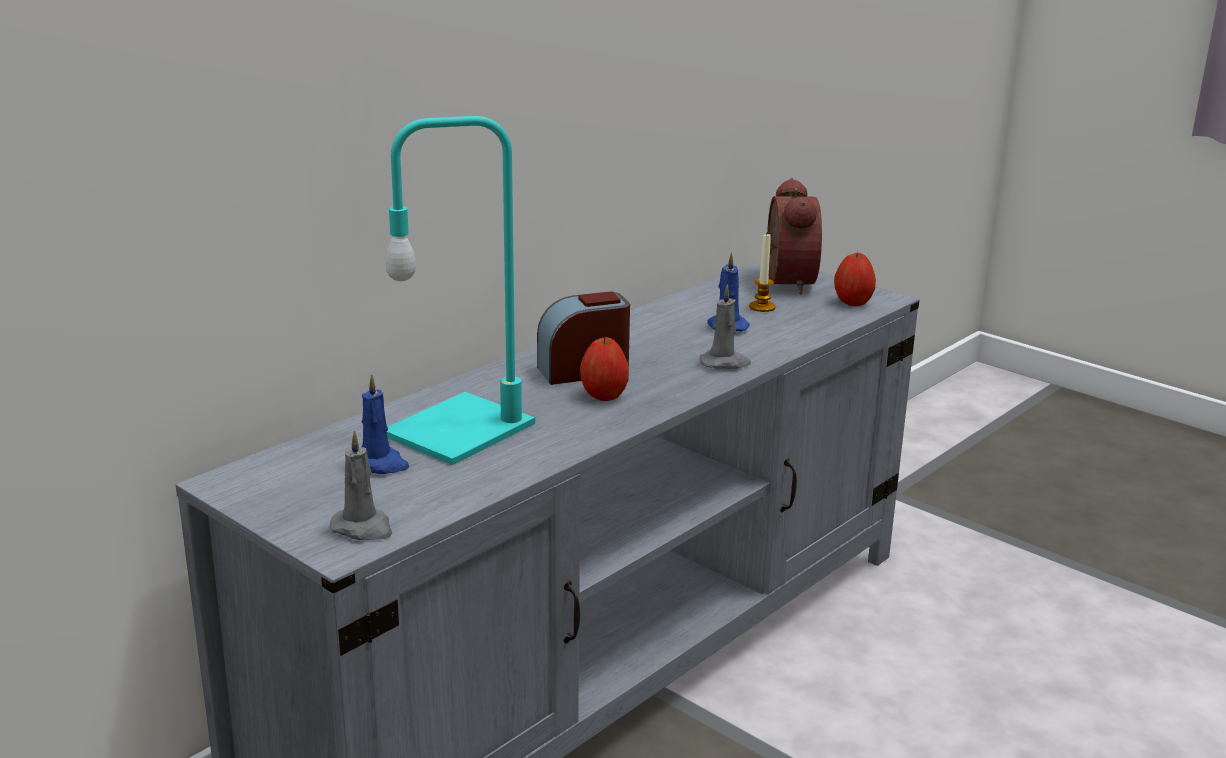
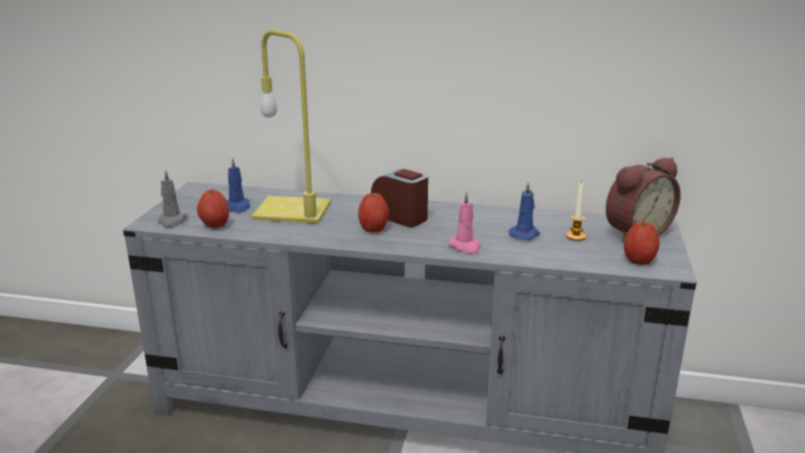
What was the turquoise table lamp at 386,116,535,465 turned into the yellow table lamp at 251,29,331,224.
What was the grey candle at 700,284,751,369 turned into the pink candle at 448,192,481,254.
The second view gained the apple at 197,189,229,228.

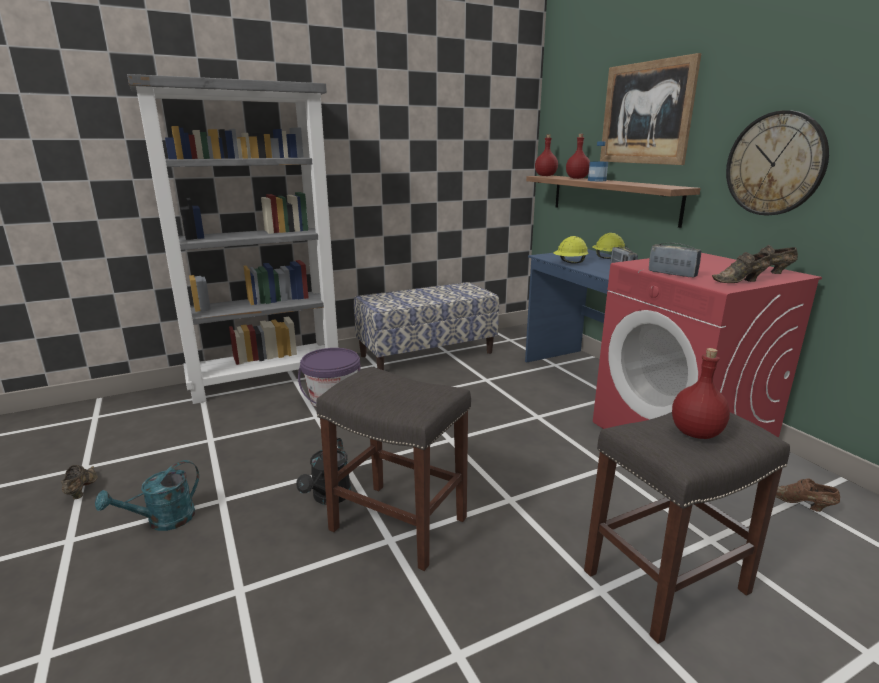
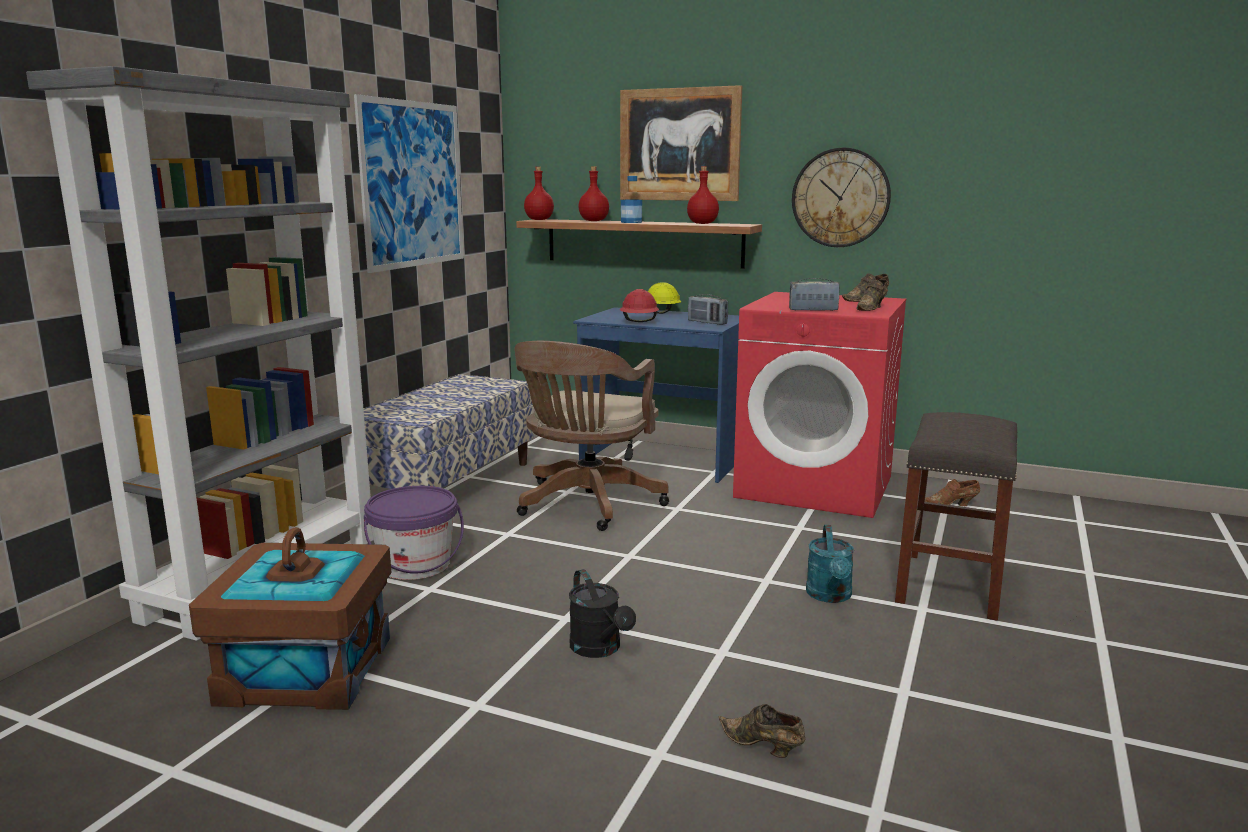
The brown shoe ended up elsewhere, having gone from 61,465,98,499 to 719,704,805,758.
The turquoise watering can ended up elsewhere, having gone from 95,460,199,531 to 806,525,854,603.
The second view lost the grey stool at 316,367,471,571.
What was the yellow hard hat at 553,236,588,263 turned into the red hard hat at 620,289,659,322.
The red bottle ended up elsewhere, having gone from 672,348,730,439 to 687,166,719,224.
The second view gained the brown storage box at 189,527,392,710.
The second view gained the picture at 354,94,464,273.
The second view gained the brown office chair at 514,341,669,531.

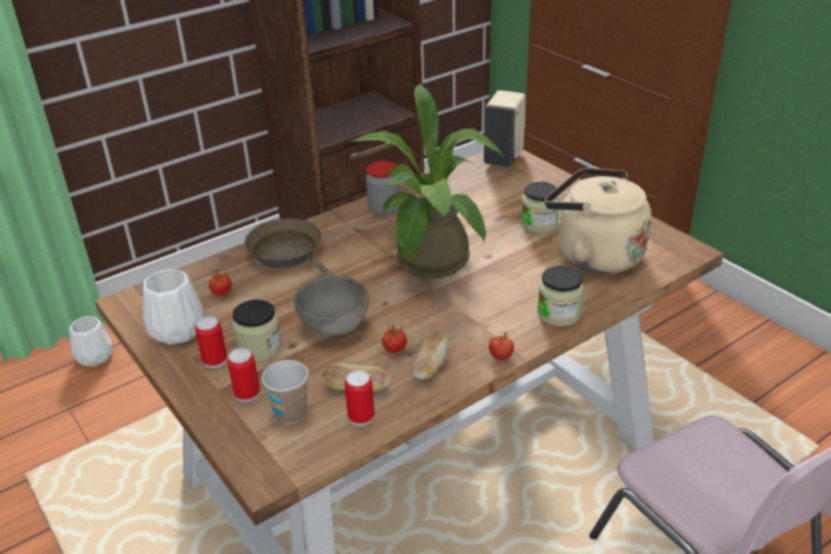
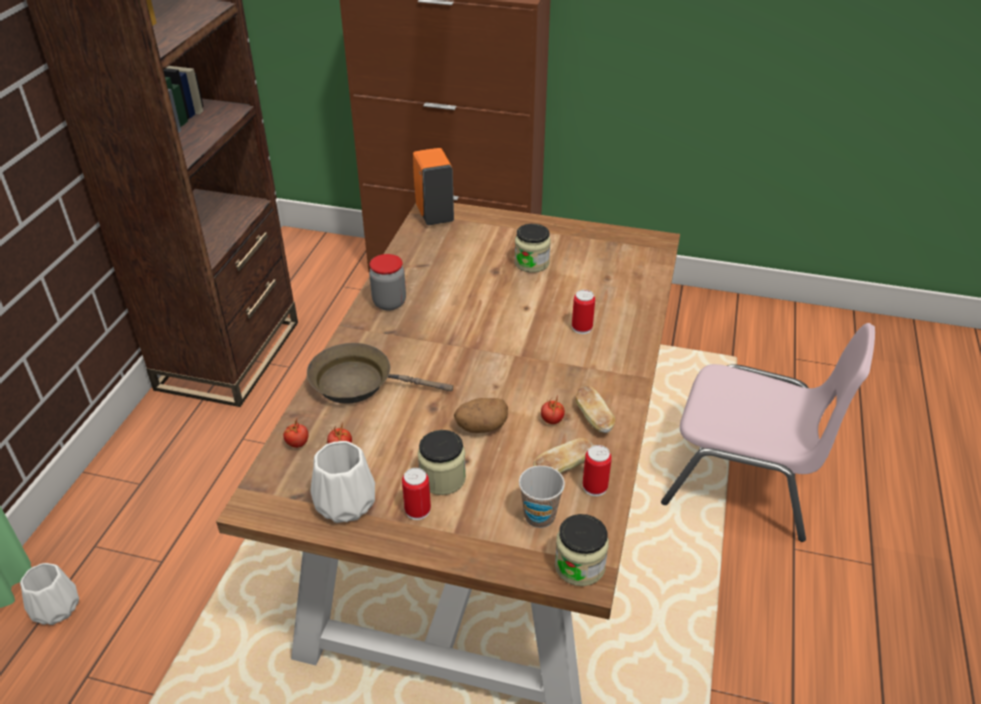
The can ended up elsewhere, having gone from 227,348,260,403 to 572,290,595,334.
Where the grey bowl stood at 294,275,369,336, the potato came to stand at 454,398,508,433.
The second view lost the potted plant at 350,83,504,278.
What was the beige soap dispenser at 484,90,526,167 turned into the orange soap dispenser at 413,148,454,225.
The tomato ended up elsewhere, having gone from 489,330,514,360 to 283,419,308,448.
The jar ended up elsewhere, having gone from 537,266,583,327 to 555,514,609,586.
The second view lost the beige kettle at 545,168,651,274.

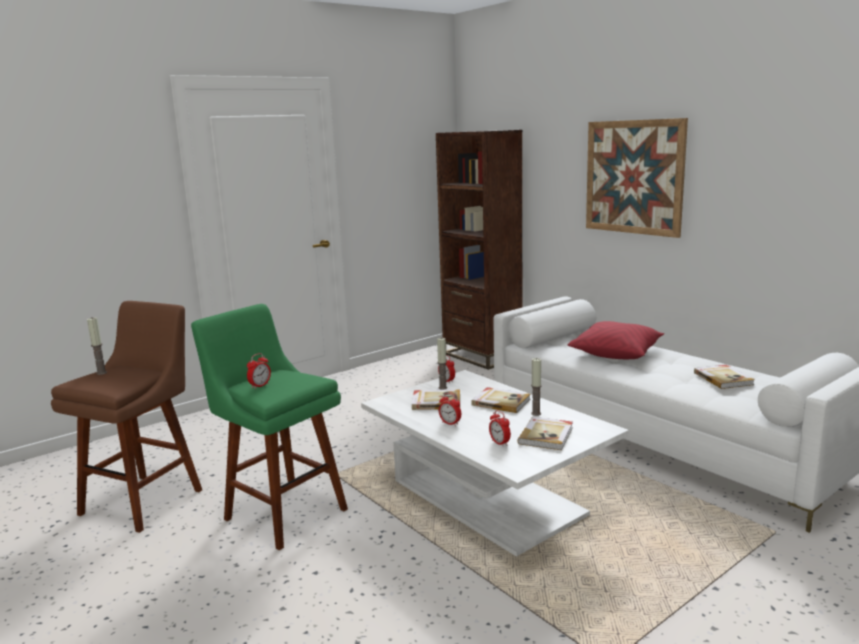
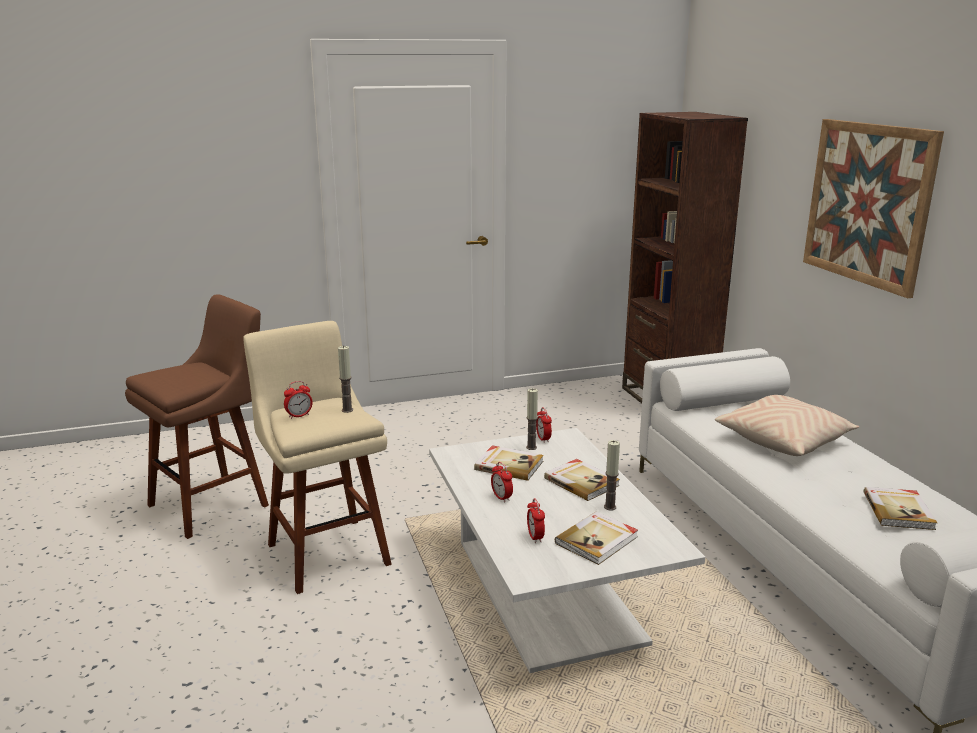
The candle ended up elsewhere, having gone from 87,318,107,375 to 338,346,353,413.
What was the green stool at 191,304,348,550 turned into the beige stool at 243,321,392,594.
What was the red pillow at 568,321,664,359 turned into the beige pillow at 715,395,860,456.

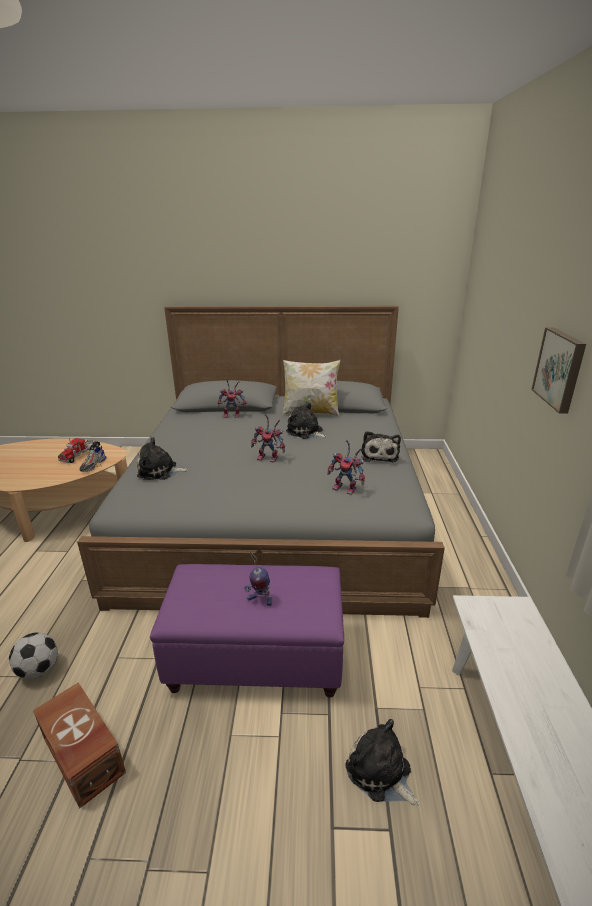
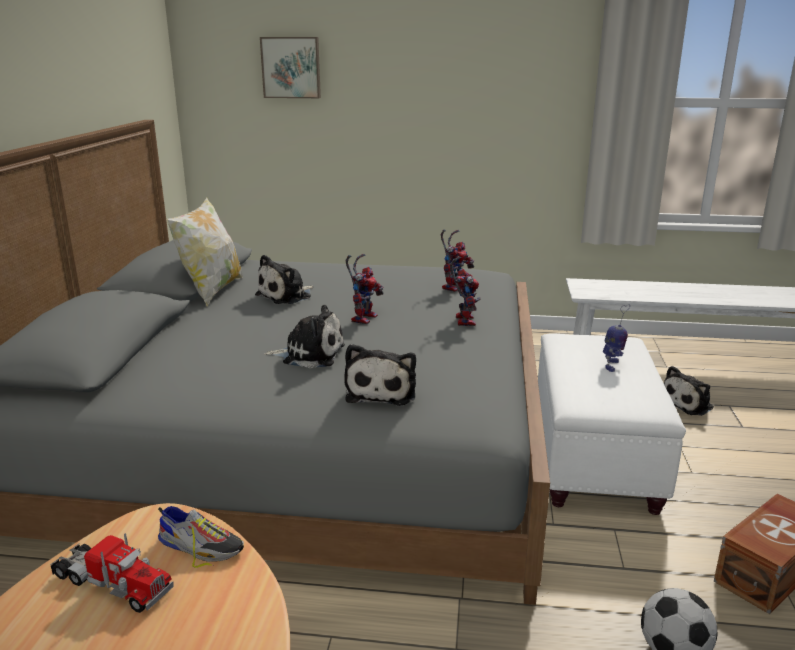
What was the purple ottoman at 150,564,344,698 turned into the white ottoman at 538,333,686,515.
The toy robot ended up elsewhere, having gone from 218,378,247,418 to 450,256,481,326.
The plush toy ended up elsewhere, having gone from 361,431,401,462 to 264,305,345,368.
The picture ended up elsewhere, having gone from 531,327,586,414 to 260,37,321,98.

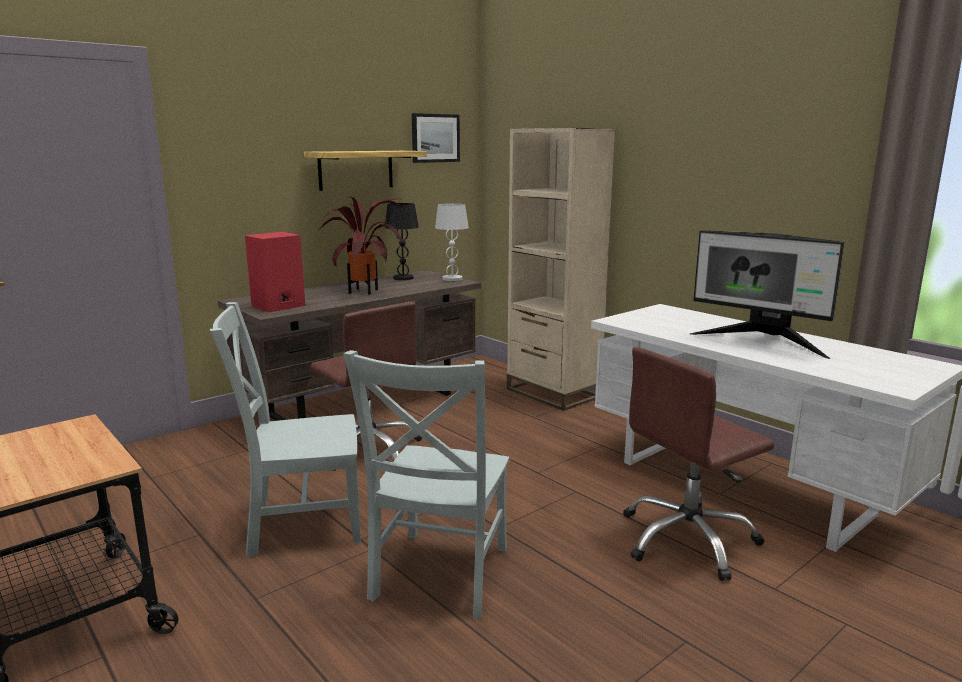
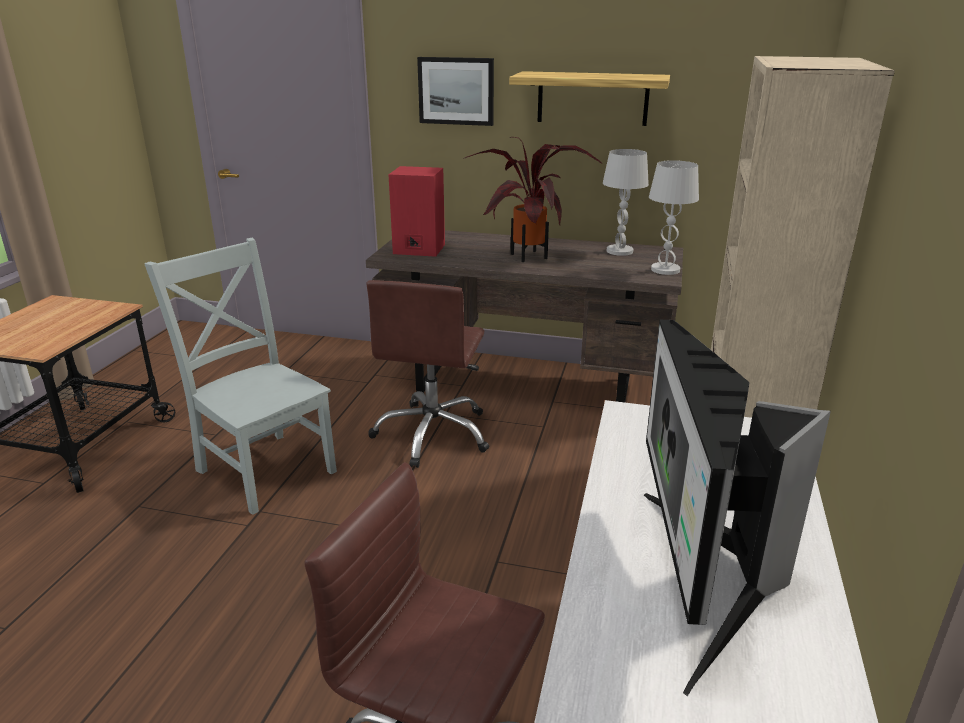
The second view lost the grey chair at 343,350,509,618.
What was the black table lamp at 385,203,419,280 turned into the white table lamp at 603,149,649,256.
The picture ended up elsewhere, having gone from 412,113,460,163 to 417,57,494,126.

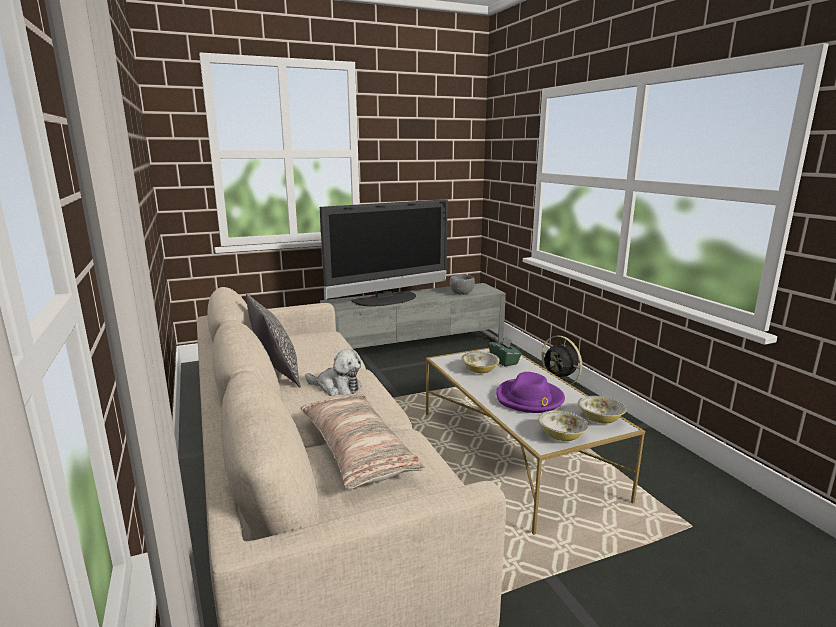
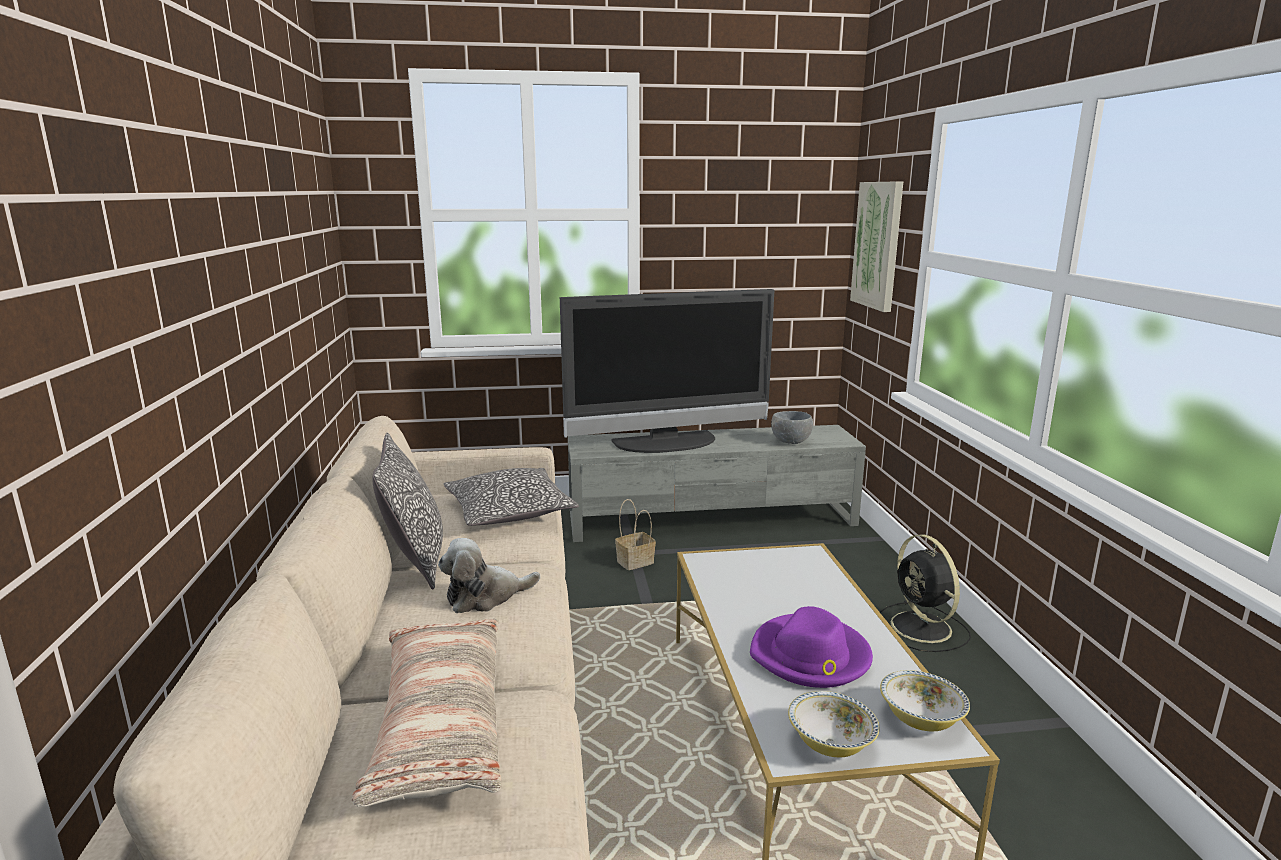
The plush toy at 305,349,362,396 ended up facing another way, 120 degrees clockwise from before.
The second view lost the bowl at 462,351,500,373.
The second view lost the green tissue box at 489,336,522,367.
The second view gained the pillow at 444,468,579,526.
The second view gained the basket at 615,499,656,570.
The second view gained the picture at 850,182,903,312.

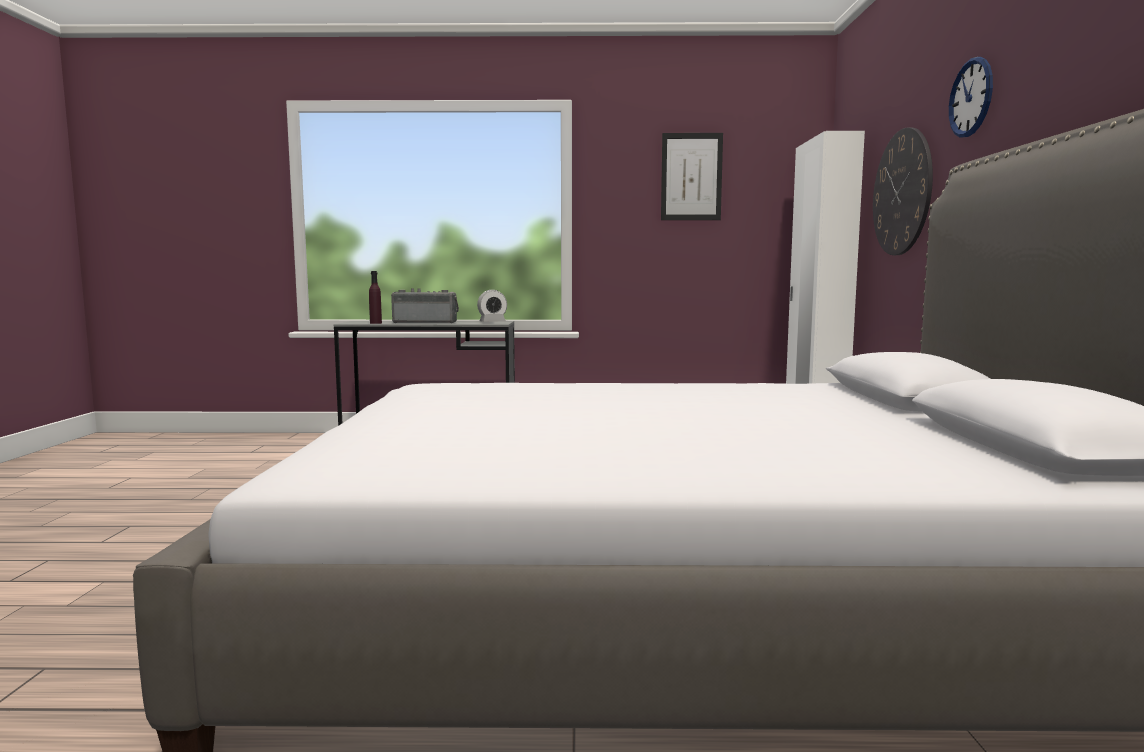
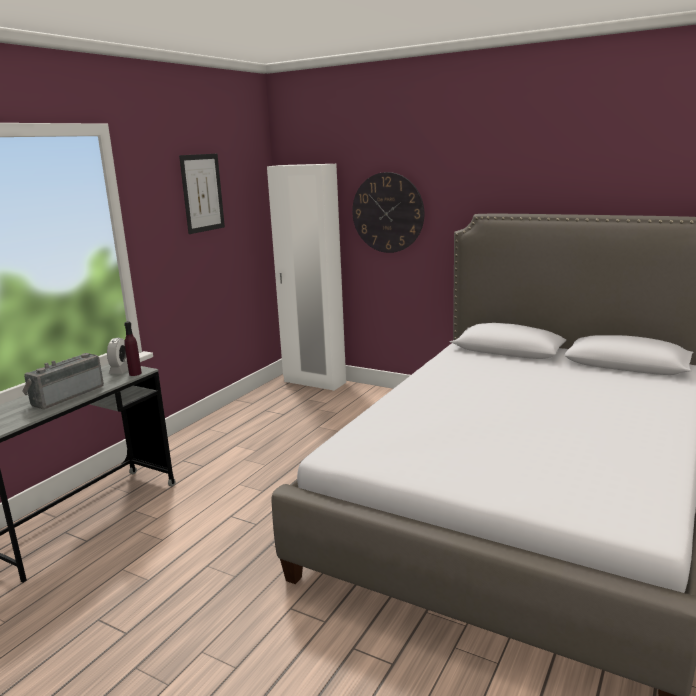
The purple bottle ended up elsewhere, having gone from 369,271,382,324 to 124,322,142,376.
The second view lost the wall clock at 949,57,993,137.

